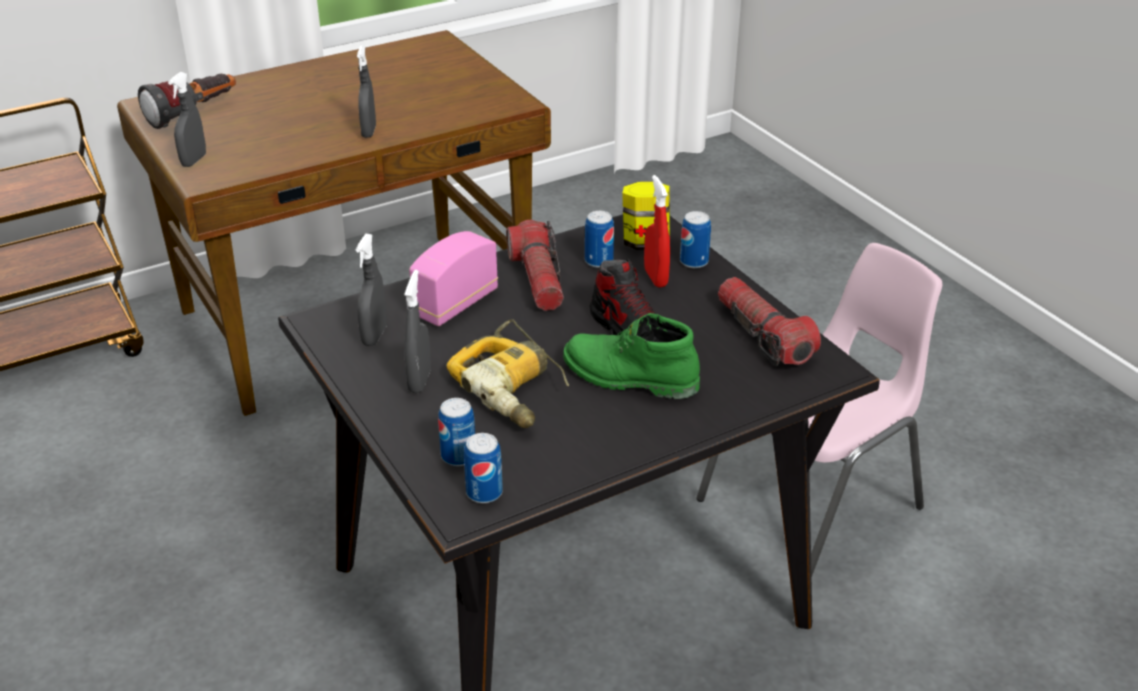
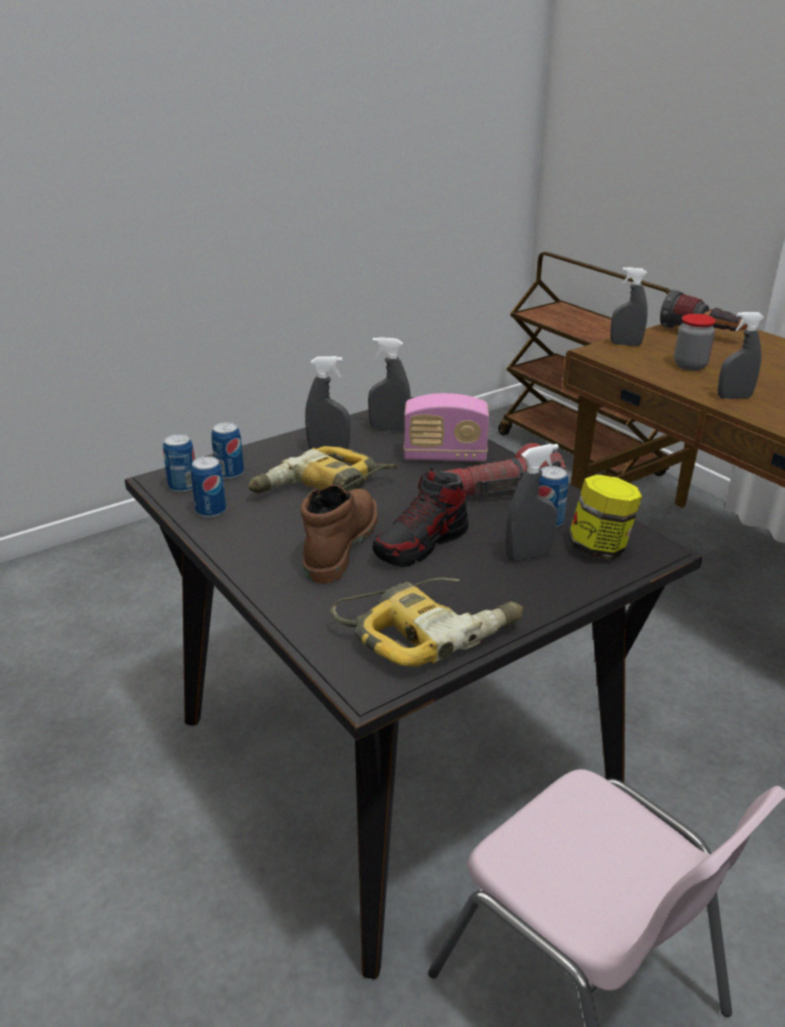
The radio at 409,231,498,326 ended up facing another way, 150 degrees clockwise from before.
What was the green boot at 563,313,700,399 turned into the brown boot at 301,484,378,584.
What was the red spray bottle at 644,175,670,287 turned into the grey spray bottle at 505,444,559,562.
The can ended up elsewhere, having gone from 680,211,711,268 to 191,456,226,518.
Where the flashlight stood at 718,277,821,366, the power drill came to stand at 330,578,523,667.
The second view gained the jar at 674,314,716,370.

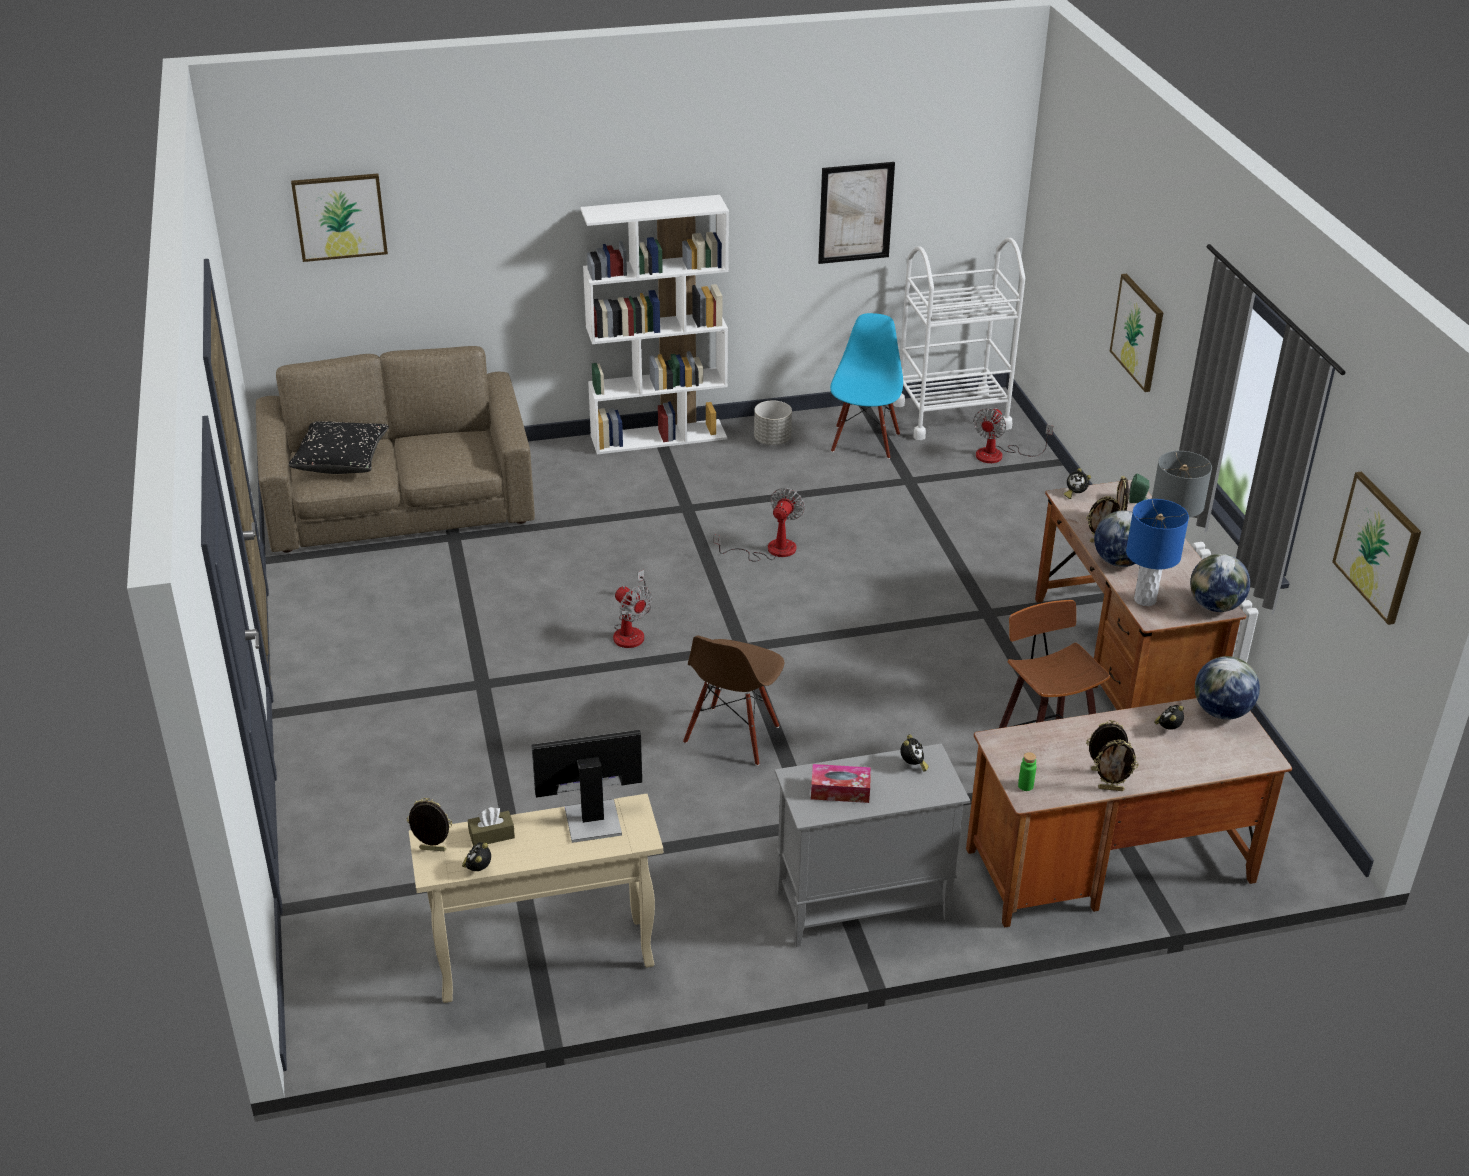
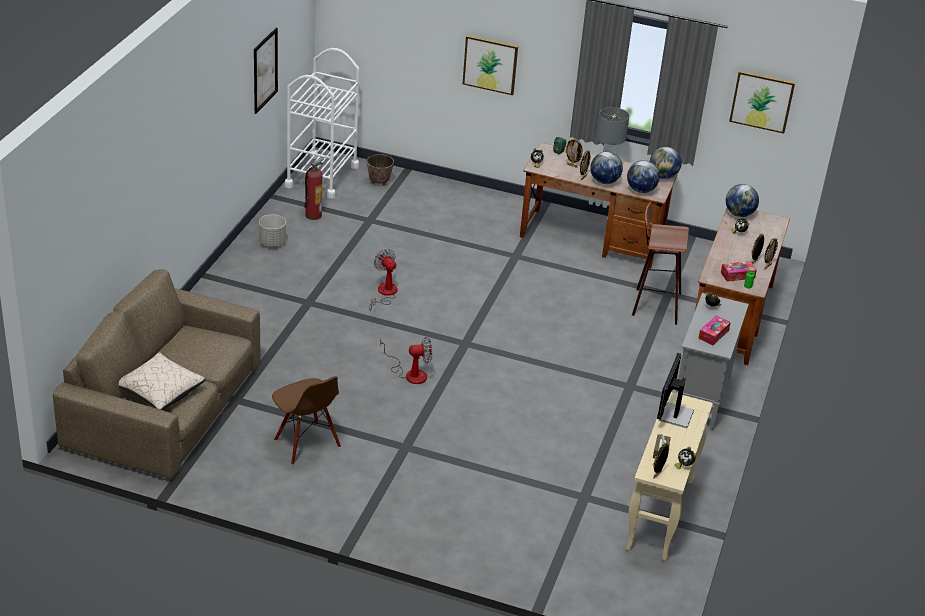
What was the black pillow at 289,421,389,474 turned into the beige pillow at 118,352,206,410.
The second view lost the picture at 291,173,388,262.
The second view lost the white bookcase at 580,195,729,454.
The brown chair ended up elsewhere, having gone from 683,636,784,766 to 272,376,341,465.
Where the blue chair stood at 830,313,903,459, the fire extinguisher came to stand at 304,158,324,220.
Where the fan stood at 973,408,1053,463, the planter came to stand at 367,154,394,185.
Where the blue table lamp stood at 1126,499,1189,606, the globe came to stand at 627,160,660,193.
The second view gained the tissue box at 721,261,757,282.

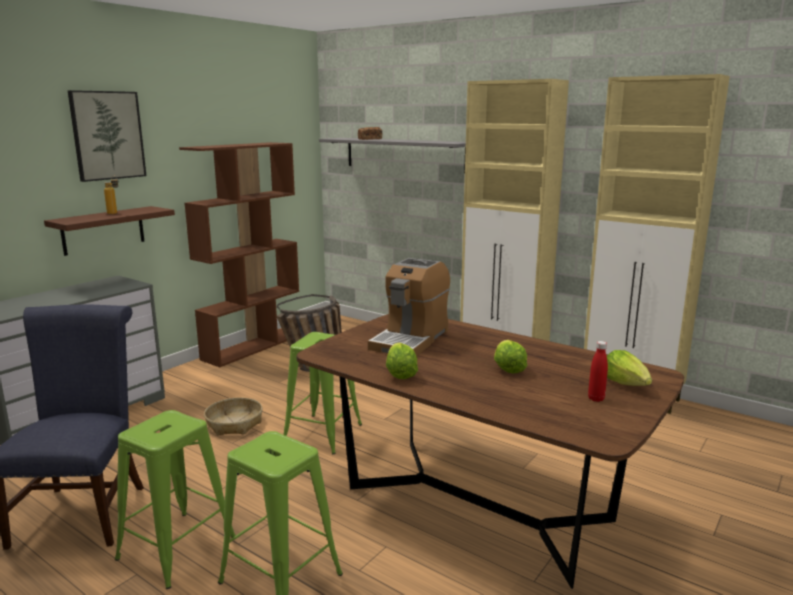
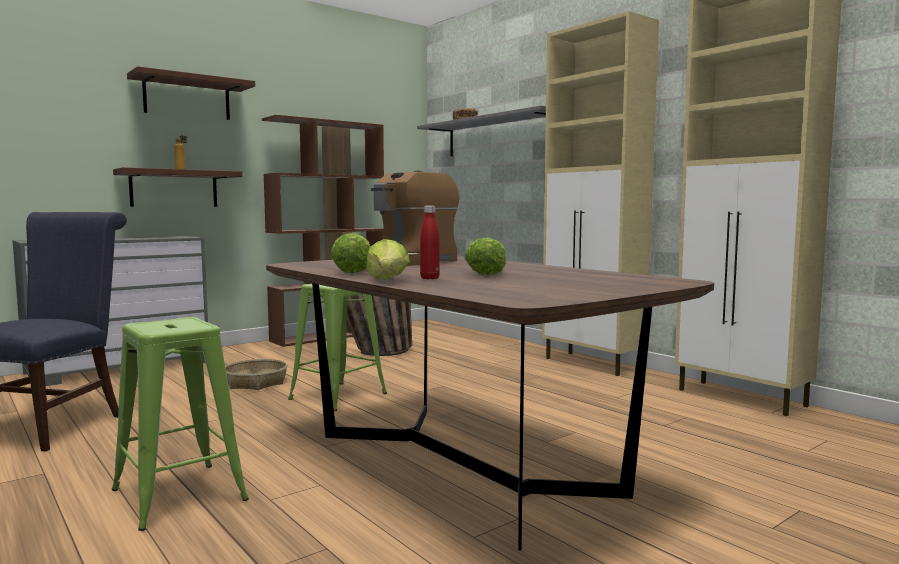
Where the picture hung at 68,90,147,182, the brown shelf came to hang at 127,66,255,120.
The second view lost the green stool at 115,410,236,589.
The red bottle ended up elsewhere, having gone from 588,341,608,402 to 420,206,440,279.
The lettuce ended up elsewhere, having gone from 607,350,652,386 to 366,239,410,280.

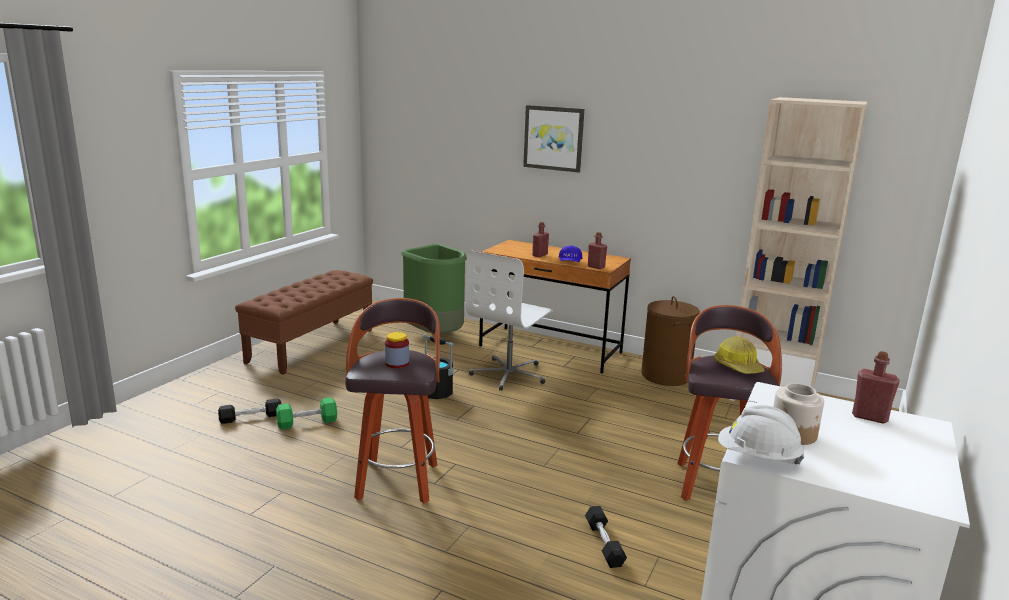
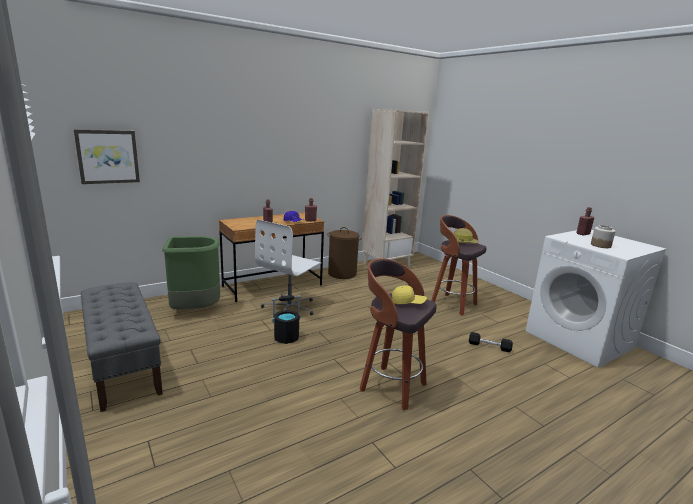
The second view lost the black dumbbell at 218,399,281,424.
What was the brown bench at 235,270,373,375 turned into the grey bench at 81,282,163,412.
The second view lost the green dumbbell at 276,397,337,430.
Where the jar stood at 385,332,409,368, the yellow cap came to stand at 392,285,427,304.
The white office chair at 465,251,553,391 ended up facing another way, 60 degrees clockwise from before.
The picture ended up elsewhere, having gone from 523,105,584,173 to 74,130,140,184.
The second view lost the white hard hat at 718,405,804,465.

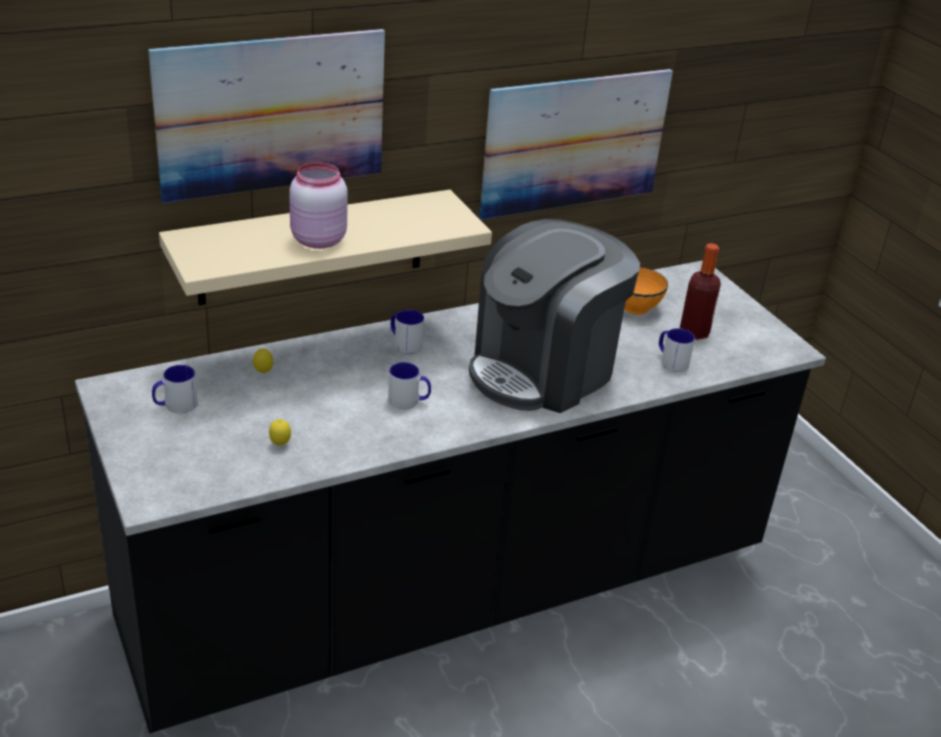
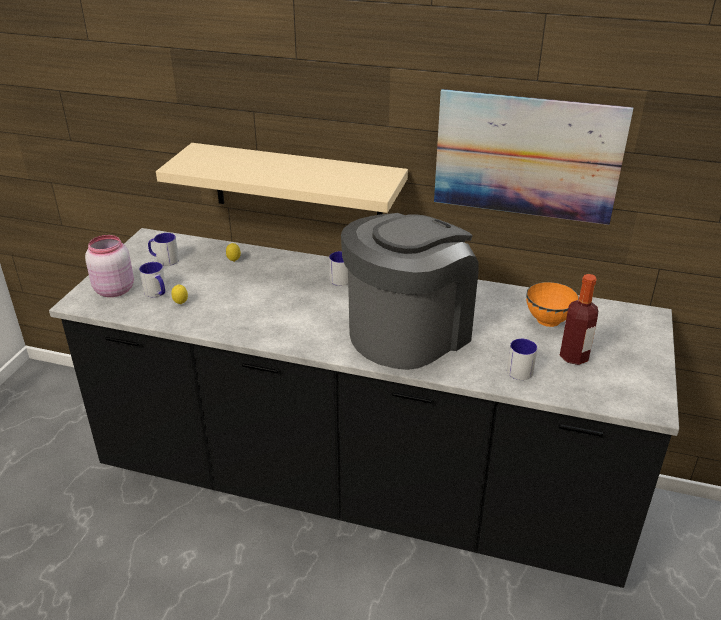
The second view lost the picture at 148,29,385,203.
The pink jar ended up elsewhere, having gone from 289,162,348,249 to 85,235,134,297.
The mug ended up elsewhere, having gone from 388,362,431,409 to 139,262,167,297.
The coffee machine at 469,219,640,413 ended up facing another way, 135 degrees clockwise from before.

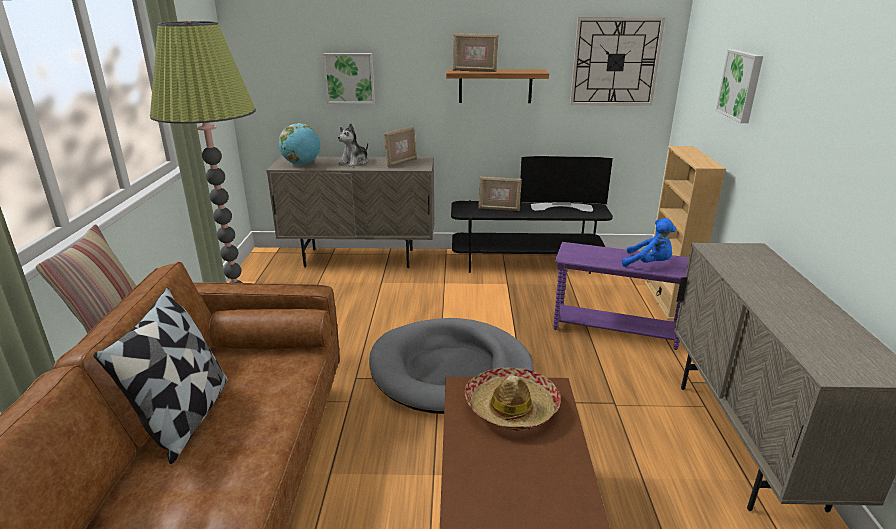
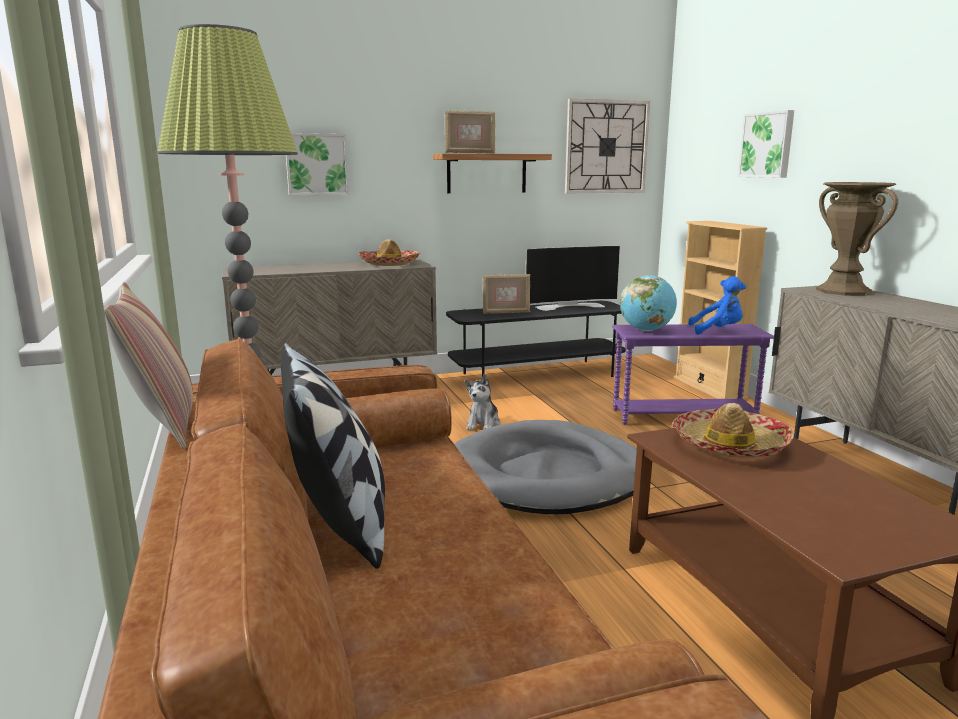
The globe ended up elsewhere, having gone from 279,123,320,165 to 620,275,677,331.
The plush toy ended up elsewhere, having gone from 338,123,368,167 to 465,374,501,430.
Where the picture frame stood at 384,126,417,168, the hat came to stand at 358,239,421,266.
The second view gained the brown vase at 816,182,898,296.

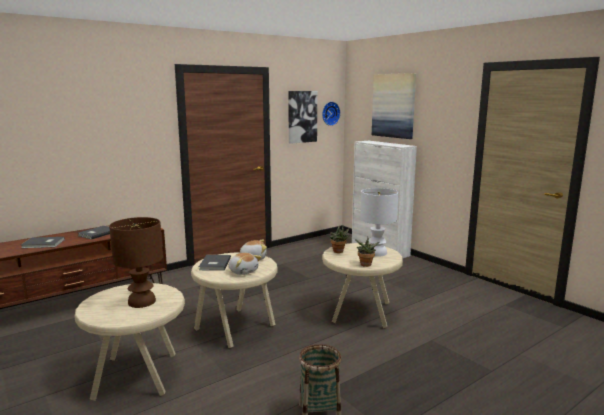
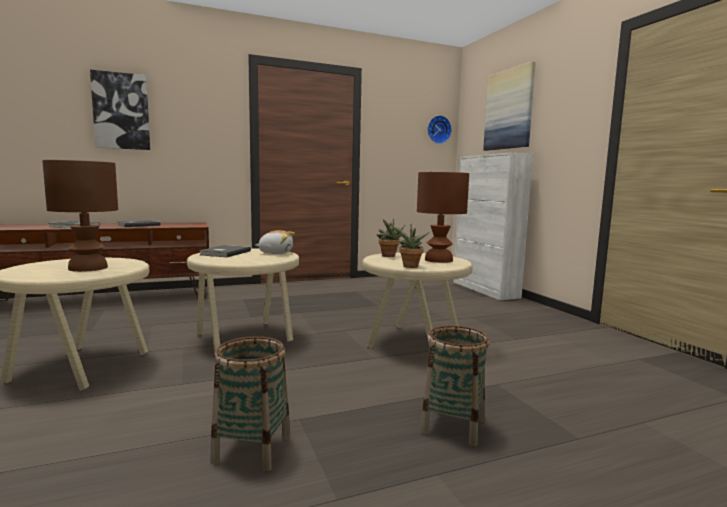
The second view lost the plush toy at 229,253,261,275.
The picture ended up elsewhere, having gone from 288,91,317,144 to 90,70,150,150.
What was the white table lamp at 360,188,398,257 turned into the brown table lamp at 417,172,469,263.
The second view gained the basket at 420,325,489,446.

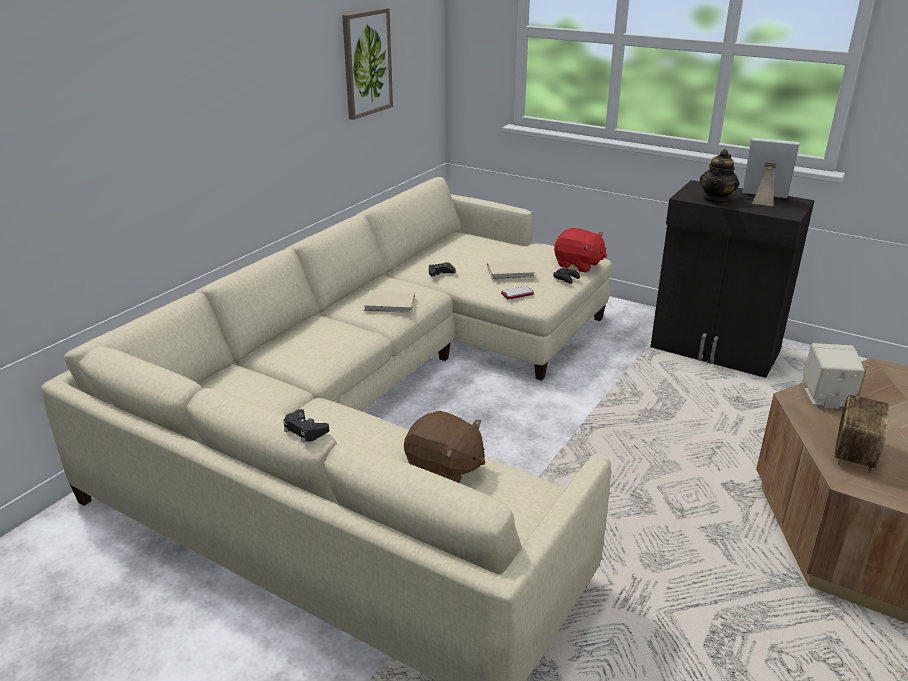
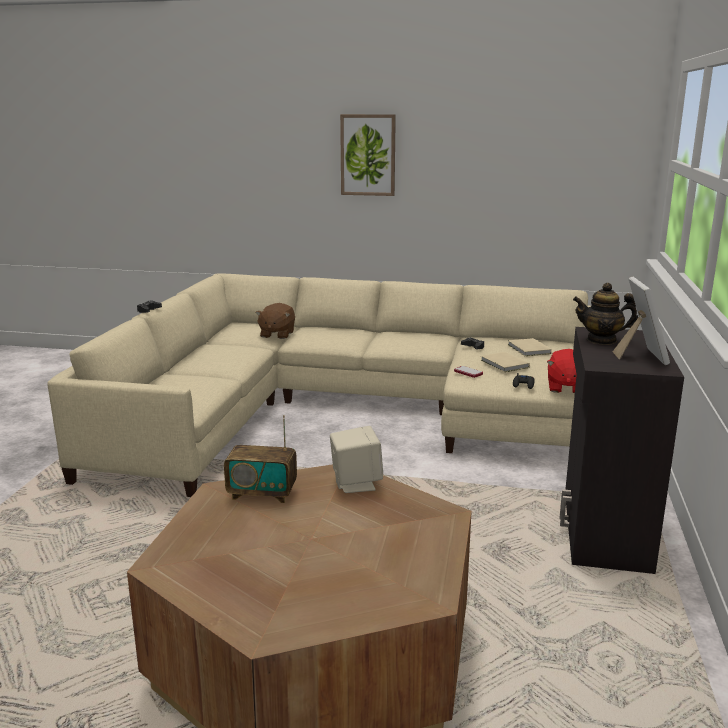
The picture ended up elsewhere, having gone from 342,8,393,120 to 340,114,396,196.
The beige book ended up elsewhere, having gone from 363,290,415,313 to 508,338,552,356.
The brown plush toy ended up elsewhere, having gone from 404,411,485,483 to 256,303,295,339.

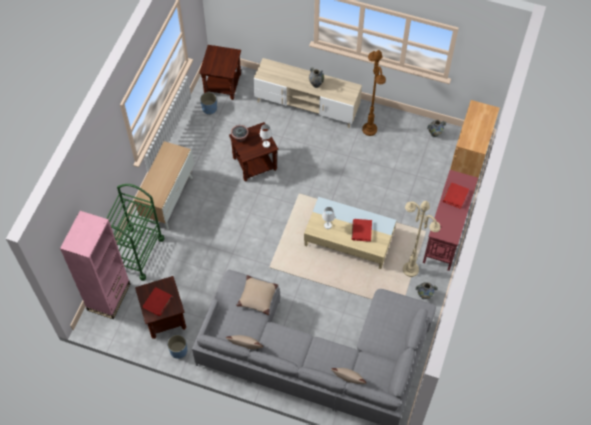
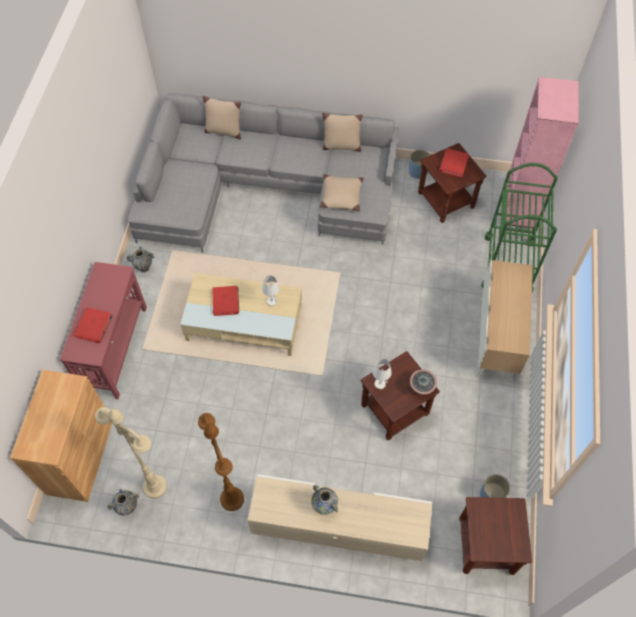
The beige floor lamp ended up elsewhere, having gone from 403,201,441,277 to 95,407,167,499.

